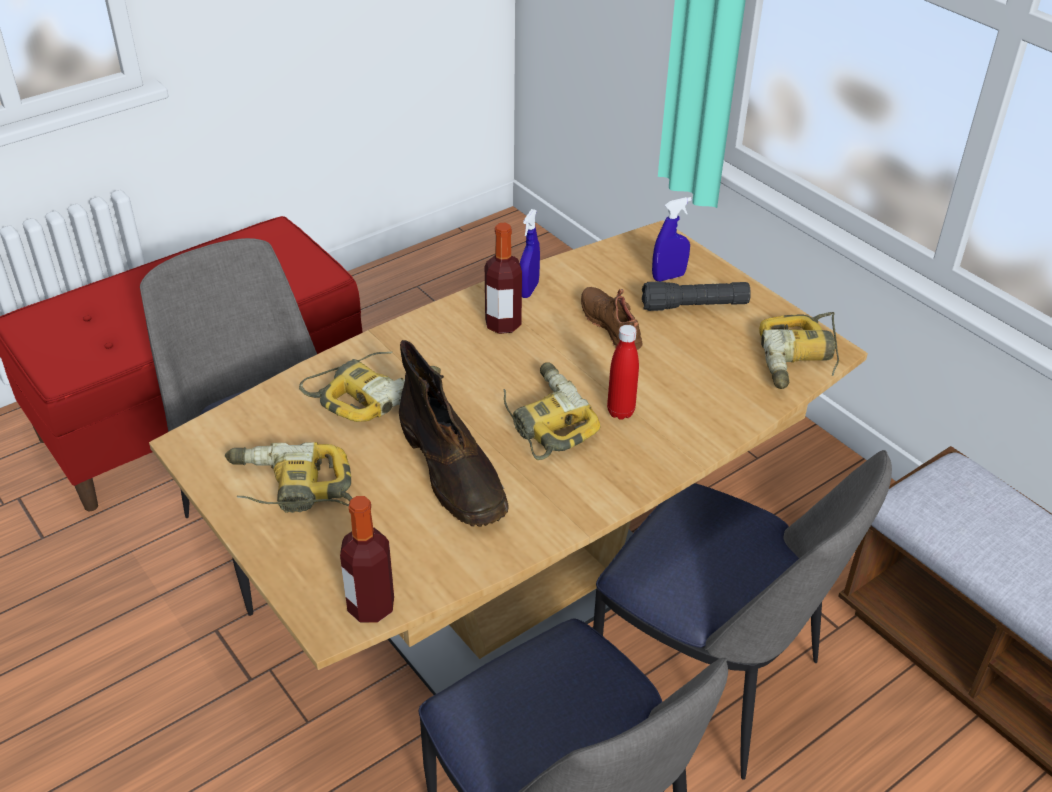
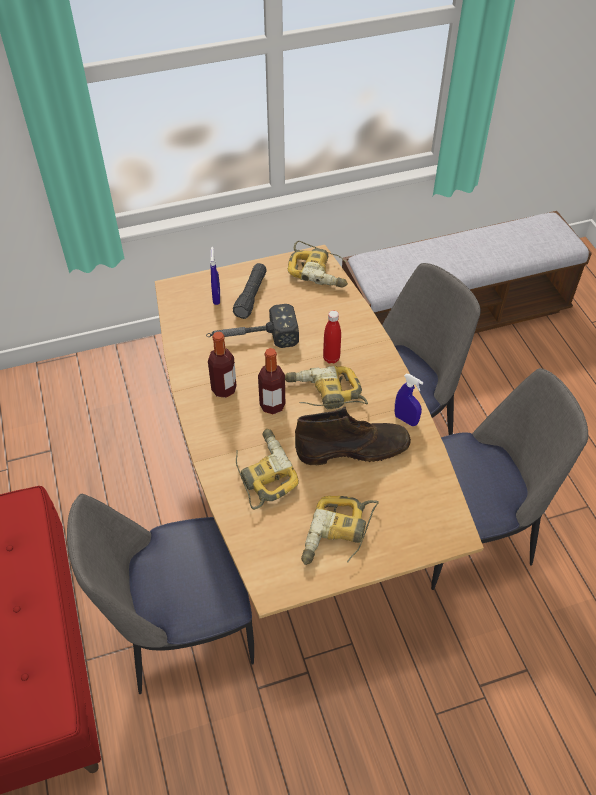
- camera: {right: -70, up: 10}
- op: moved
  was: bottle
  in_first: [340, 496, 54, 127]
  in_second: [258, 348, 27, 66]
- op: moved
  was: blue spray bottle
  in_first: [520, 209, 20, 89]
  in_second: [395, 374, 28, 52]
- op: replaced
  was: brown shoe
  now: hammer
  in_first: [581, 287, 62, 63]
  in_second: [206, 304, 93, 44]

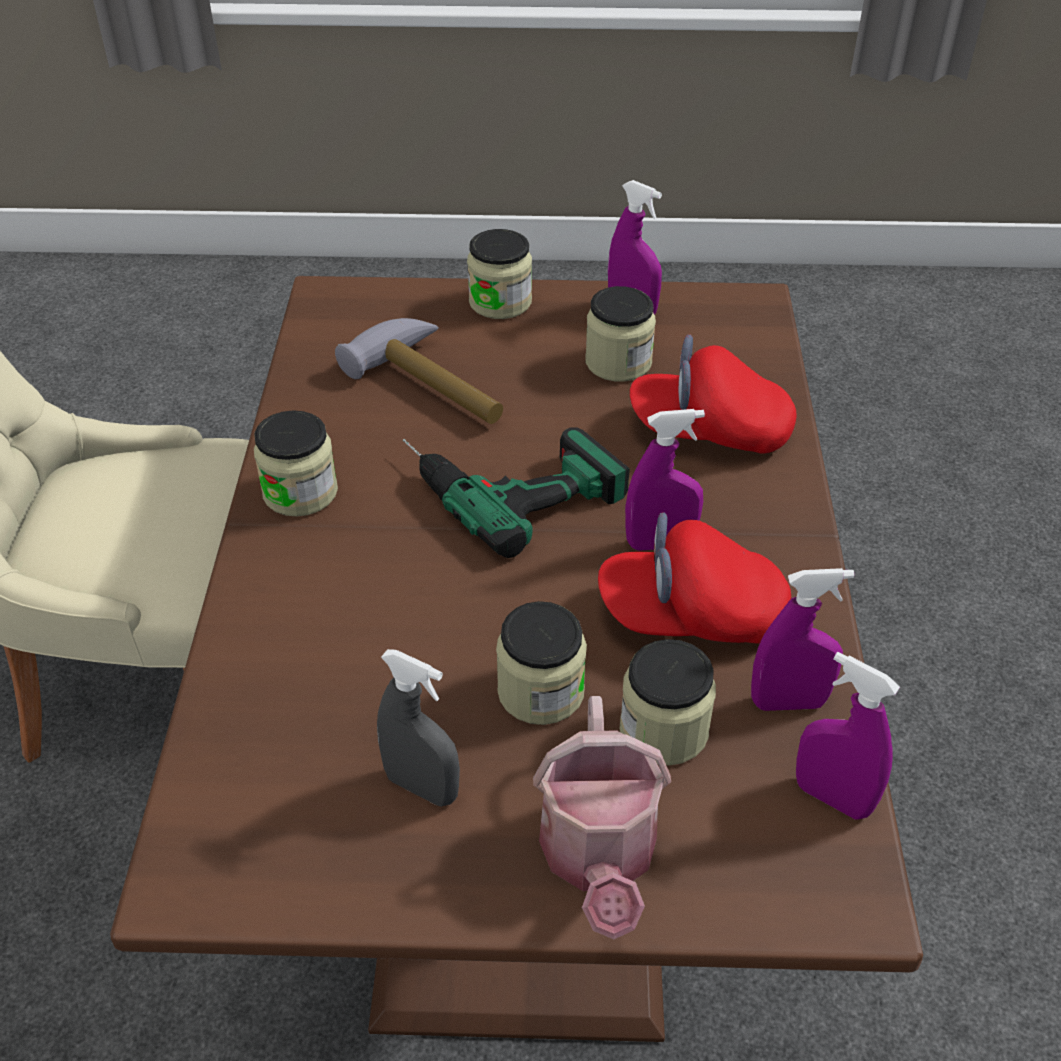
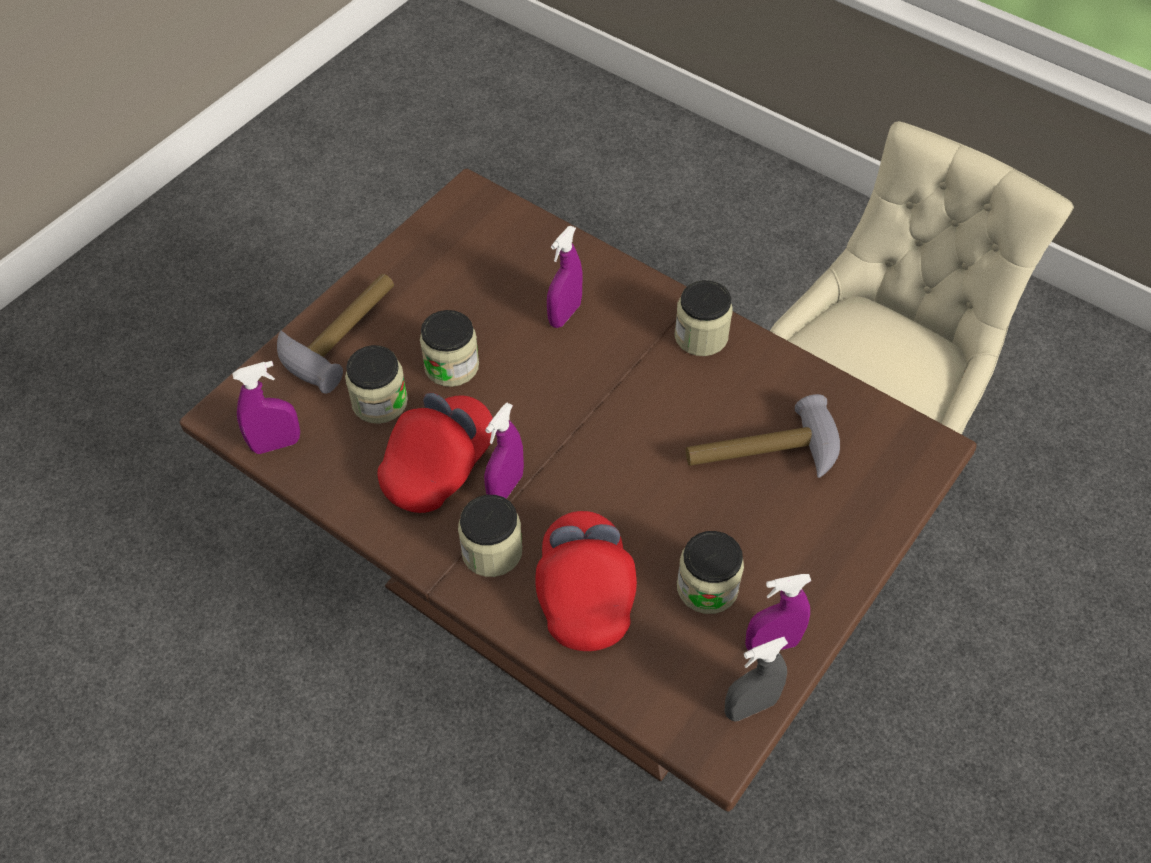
- camera: {right: 125, up: 10}
- op: removed
  was: power drill
  in_first: [403, 427, 227, 131]
- op: moved
  was: grey spray bottle
  in_first: [377, 649, 83, 158]
  in_second: [725, 637, 63, 85]
- op: moved
  was: jar
  in_first: [467, 229, 65, 90]
  in_second: [458, 495, 64, 82]
- op: moved
  was: purple spray bottle
  in_first: [751, 568, 103, 143]
  in_second: [547, 226, 36, 102]
- op: replaced
  was: watering can
  now: hammer
  in_first: [533, 696, 138, 243]
  in_second: [277, 274, 117, 120]
- op: turned
  was: red cap
  in_first: [630, 334, 167, 120]
  in_second: [536, 511, 101, 140]
  clockwise: -45

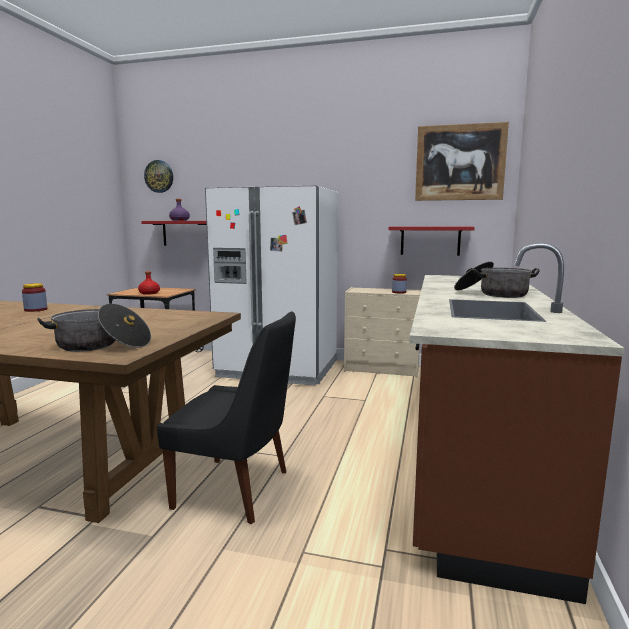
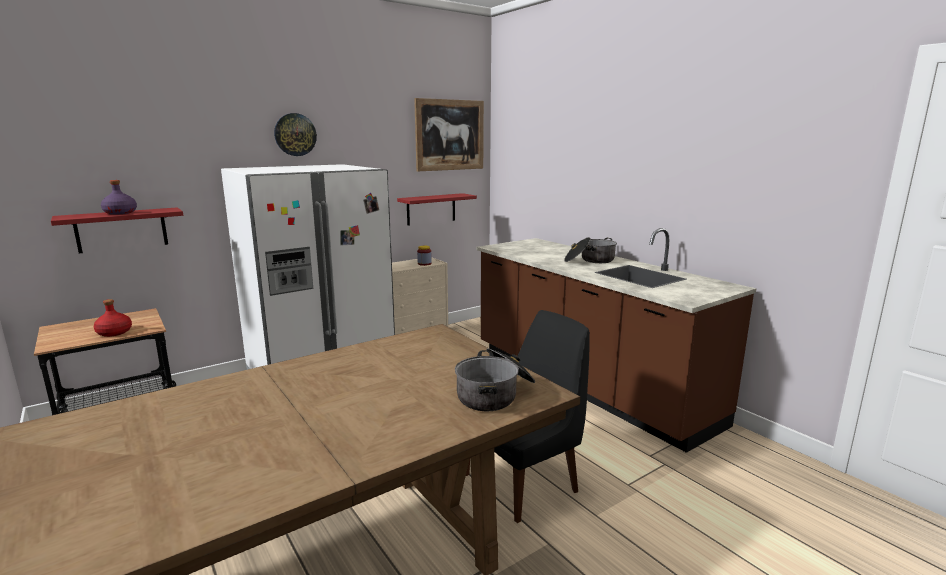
- camera: {right: -50, up: 5}
- op: removed
  was: jar
  in_first: [22, 283, 25, 29]
- op: moved
  was: wall clock
  in_first: [144, 160, 29, 33]
  in_second: [274, 113, 43, 43]

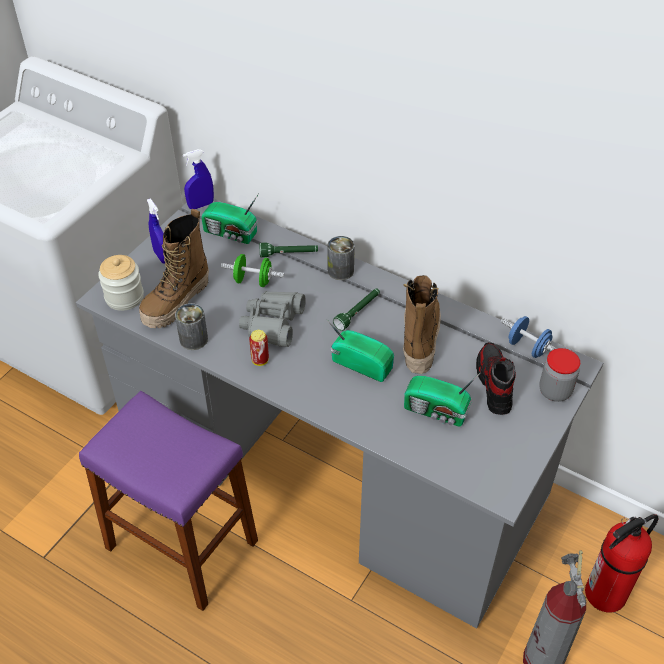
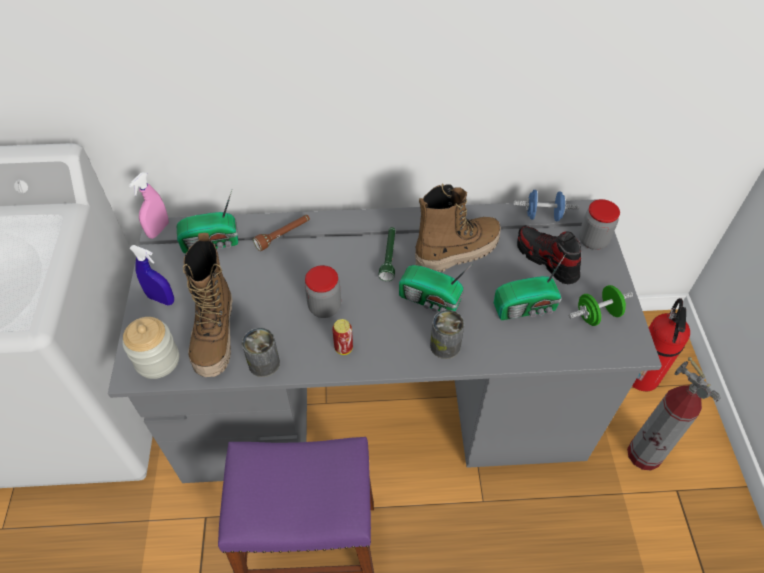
- camera: {right: -35, up: 5}
- op: moved
  was: green dumbbell
  in_first: [221, 254, 63, 33]
  in_second: [569, 285, 64, 41]
- op: moved
  was: can
  in_first: [327, 236, 28, 44]
  in_second: [430, 310, 34, 49]
- op: replaced
  was: grey binoculars
  now: jar
  in_first: [239, 291, 67, 56]
  in_second: [305, 265, 36, 53]
- op: recoloured
  was: blue spray bottle
  now: pink spray bottle
  in_first: [183, 149, 31, 60]
  in_second: [129, 172, 40, 67]
- op: recoloured
  was: green flashlight
  now: brown flashlight
  in_first: [260, 243, 58, 14]
  in_second: [253, 215, 57, 36]
- op: turned
  was: radio
  in_first: [327, 320, 67, 62]
  in_second: [399, 264, 73, 48]
  clockwise: -150
- op: turned
  was: boot
  in_first: [403, 275, 38, 99]
  in_second: [415, 184, 86, 88]
  clockwise: 90

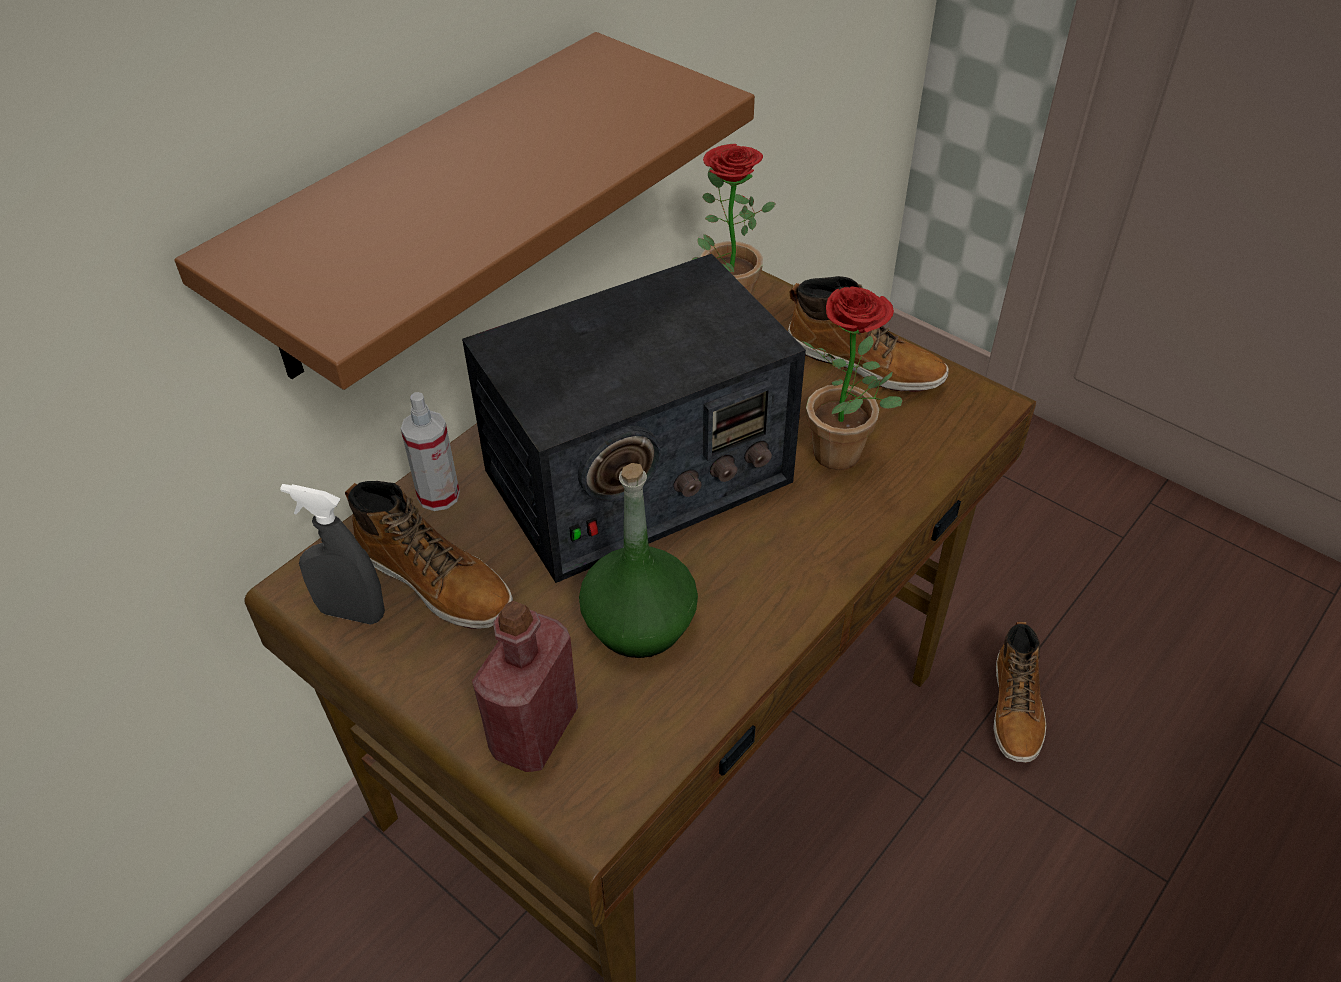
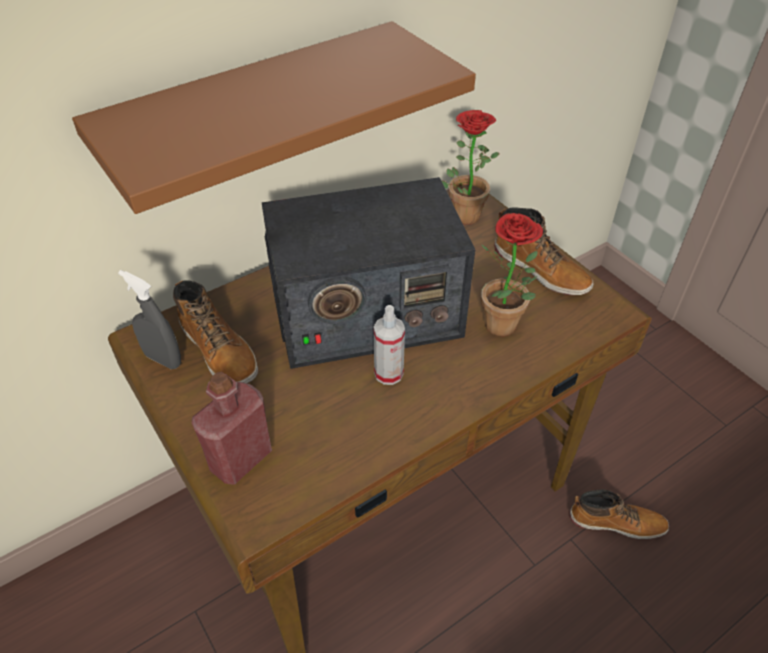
- camera: {right: 15, up: 0}
- op: removed
  was: green bottle
  in_first: [579, 463, 119, 195]
- op: moved
  was: spray bottle
  in_first: [401, 392, 59, 119]
  in_second: [374, 305, 31, 80]
- op: turned
  was: boot
  in_first: [994, 622, 52, 141]
  in_second: [569, 489, 100, 50]
  clockwise: -105

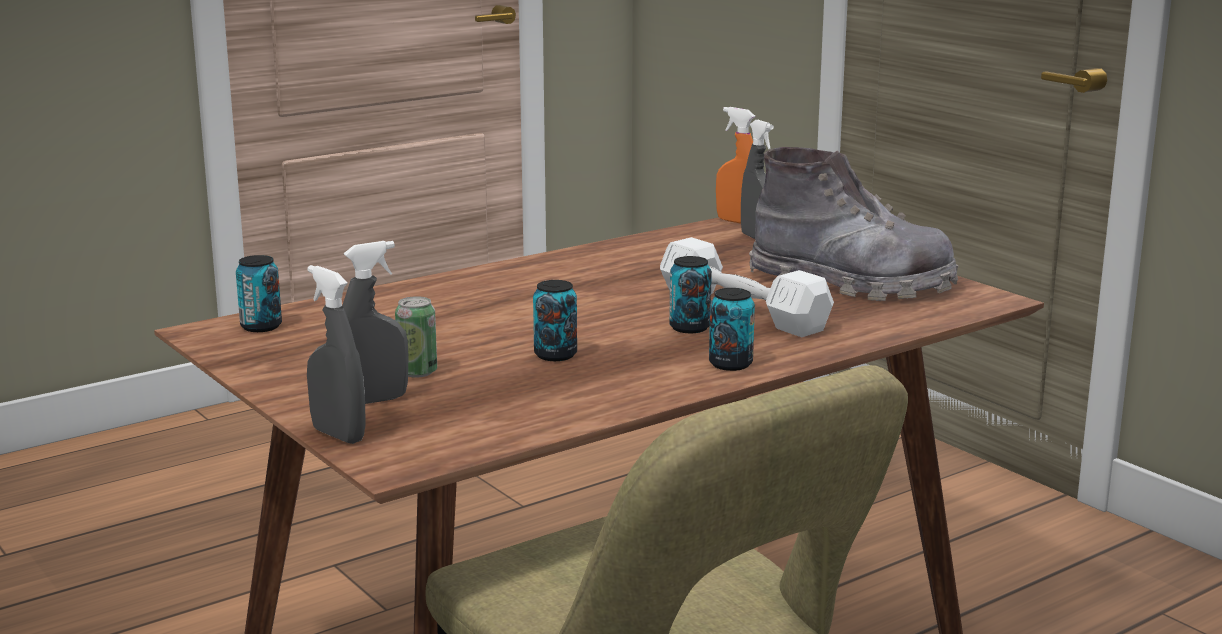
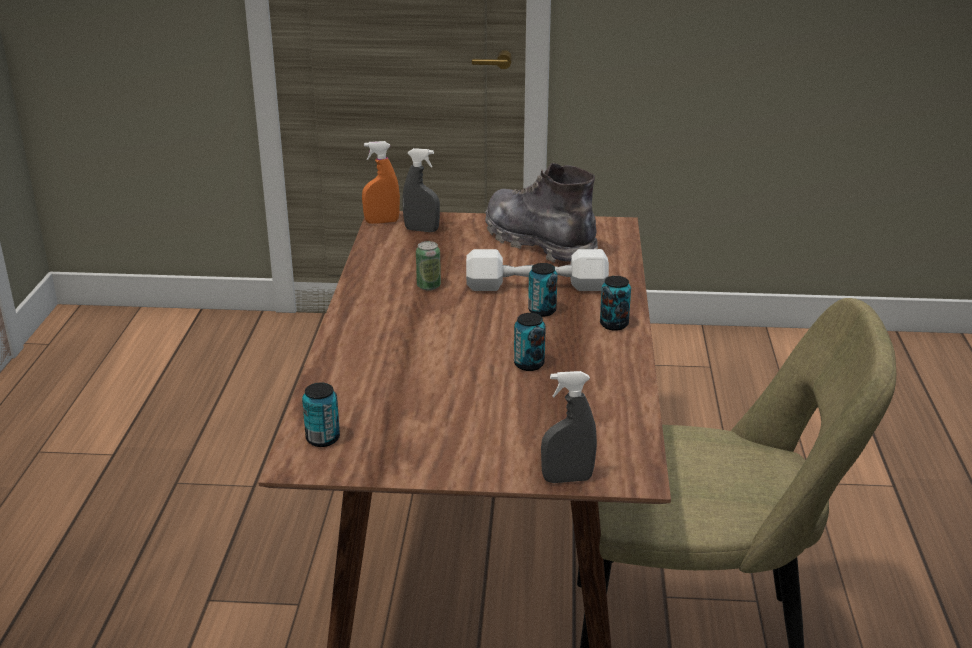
- camera: {right: -50, up: 10}
- op: removed
  was: grey spray bottle
  in_first: [342, 241, 66, 163]
- op: moved
  was: can
  in_first: [395, 296, 42, 82]
  in_second: [416, 241, 25, 50]
- op: turned
  was: grey boot
  in_first: [749, 147, 210, 154]
  in_second: [485, 163, 113, 99]
  clockwise: -105

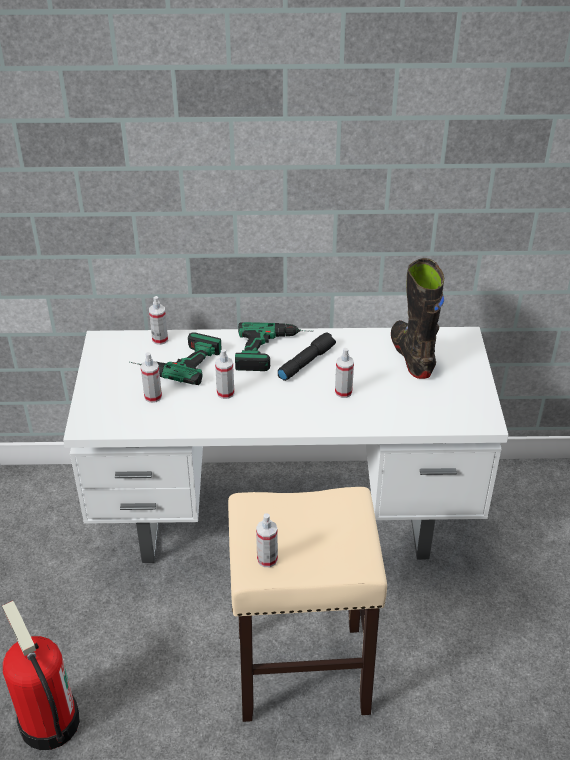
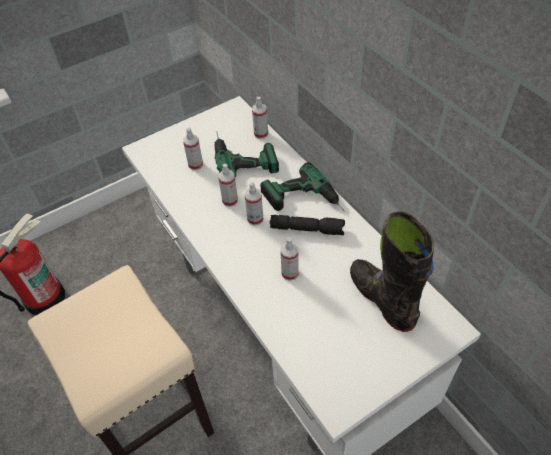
- camera: {right: 60, up: 10}
- op: moved
  was: spray bottle
  in_first: [256, 513, 22, 54]
  in_second: [245, 182, 18, 44]
- op: turned
  was: black boot
  in_first: [391, 258, 53, 121]
  in_second: [350, 211, 84, 121]
  clockwise: -75

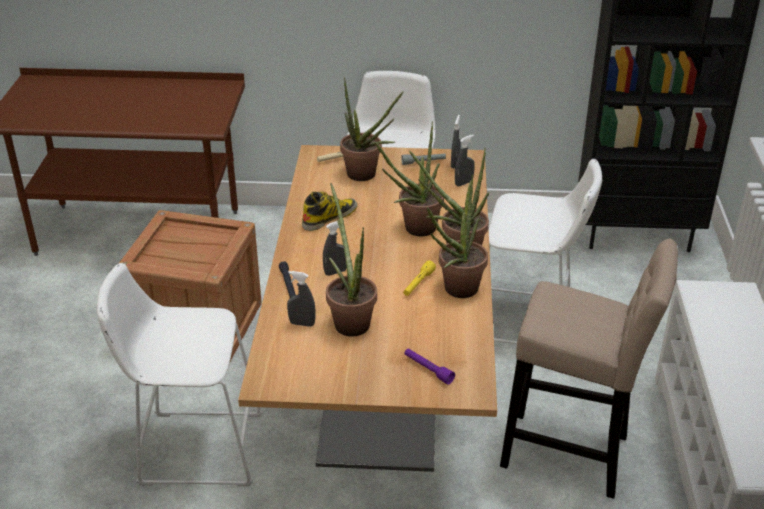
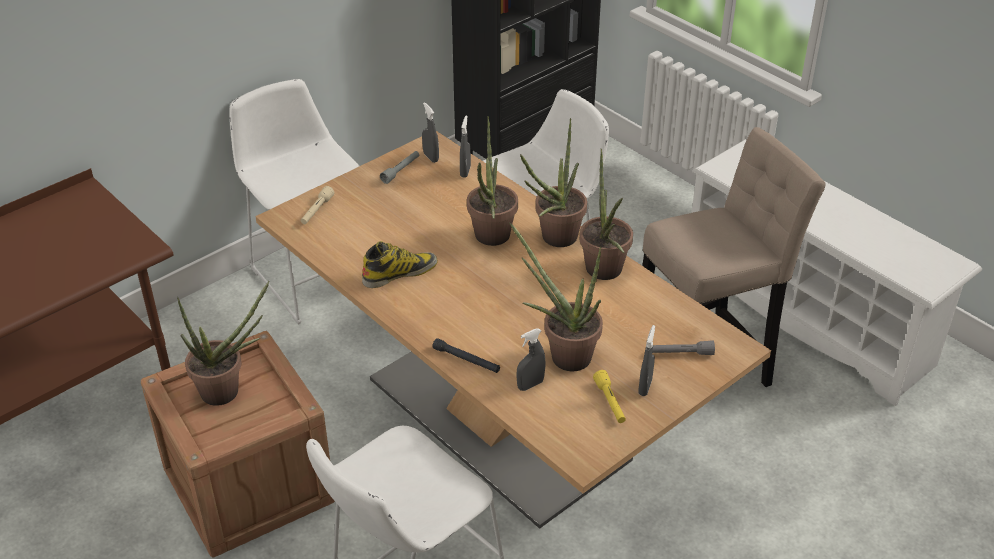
- camera: {right: -45, up: 5}
- op: moved
  was: grey spray bottle
  in_first: [323, 221, 24, 55]
  in_second: [638, 325, 17, 71]
- op: moved
  was: potted plant
  in_first: [340, 77, 64, 104]
  in_second: [177, 281, 93, 125]
- op: moved
  was: yellow flashlight
  in_first: [403, 260, 33, 36]
  in_second: [593, 370, 33, 53]
- op: recoloured
  was: purple flashlight
  now: grey flashlight
  in_first: [405, 348, 50, 37]
  in_second: [652, 340, 63, 15]
- op: turned
  was: boot
  in_first: [302, 191, 55, 40]
  in_second: [362, 241, 76, 47]
  clockwise: 60

